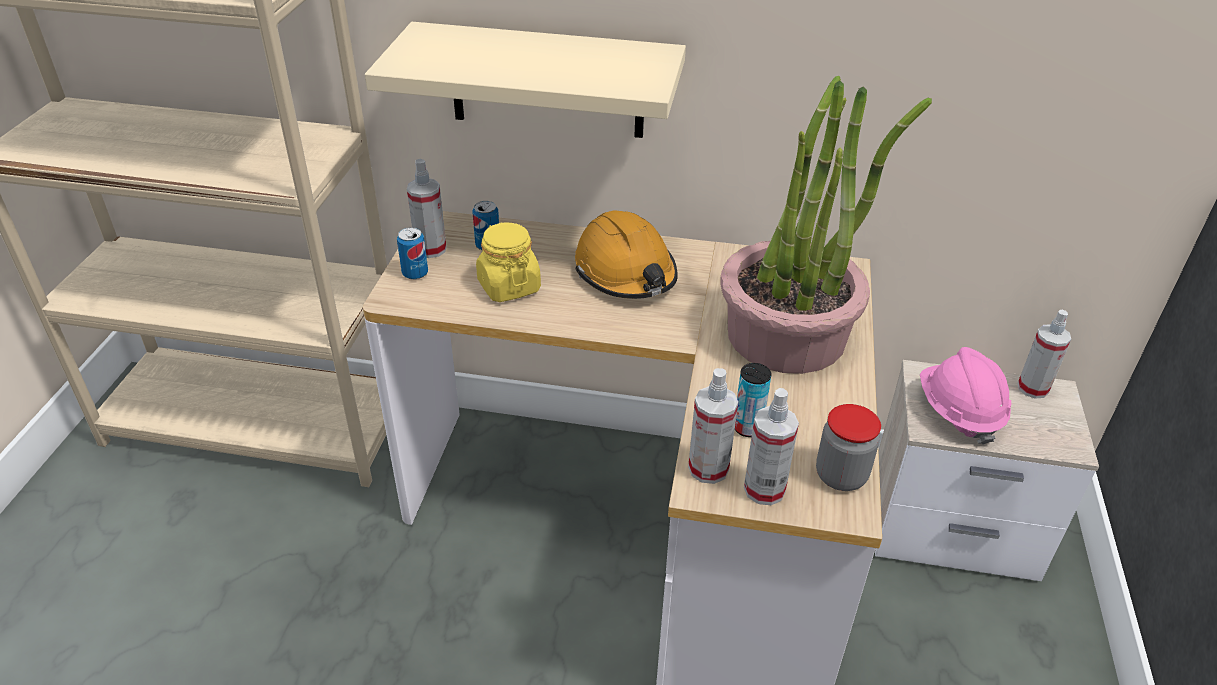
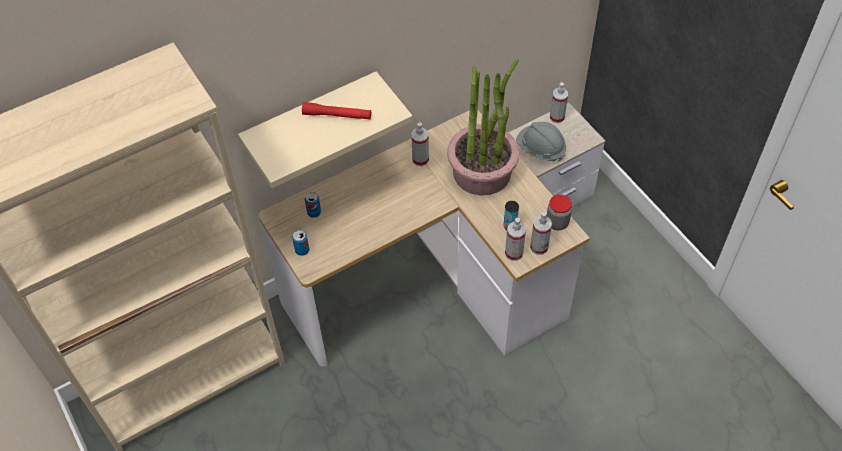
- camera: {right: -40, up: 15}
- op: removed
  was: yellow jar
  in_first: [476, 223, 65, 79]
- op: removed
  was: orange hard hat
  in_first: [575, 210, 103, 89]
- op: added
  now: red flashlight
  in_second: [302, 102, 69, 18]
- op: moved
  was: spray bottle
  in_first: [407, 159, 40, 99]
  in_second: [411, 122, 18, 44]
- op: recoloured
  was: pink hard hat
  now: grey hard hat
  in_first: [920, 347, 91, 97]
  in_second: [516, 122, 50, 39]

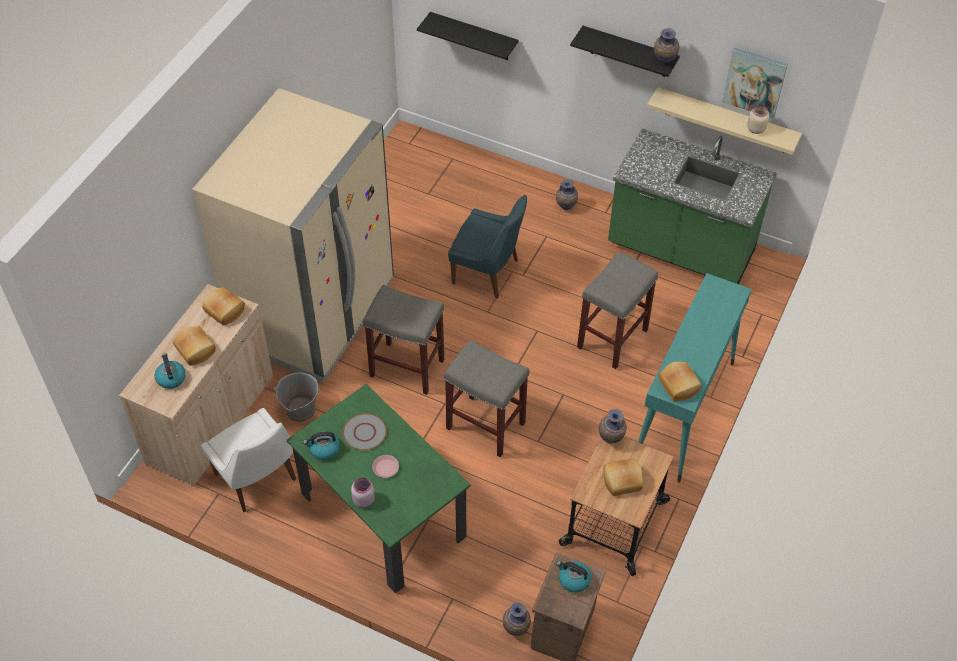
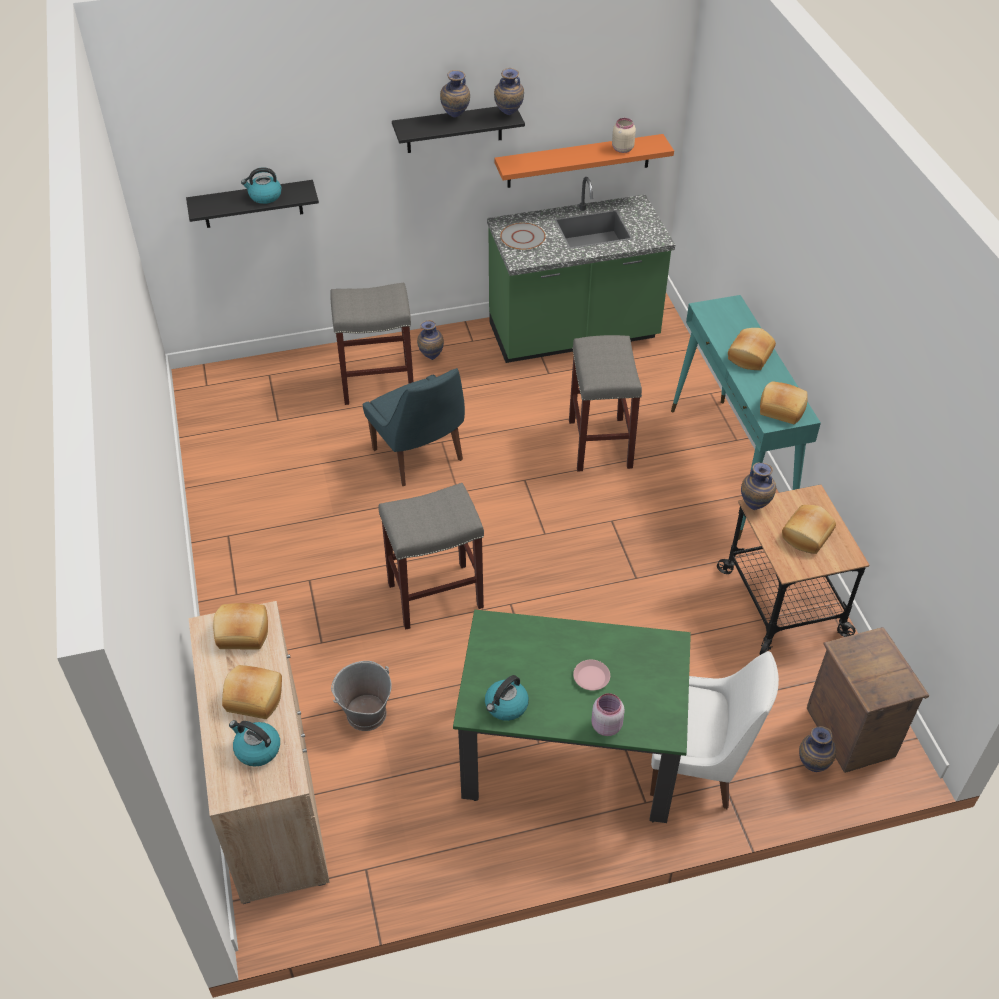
- camera: {right: -40, up: -5}
- op: removed
  was: beige fridge
  in_first: [192, 88, 202, 294]
- op: removed
  was: picture
  in_first: [722, 48, 66, 71]
- op: added
  now: vase
  in_second: [440, 70, 30, 48]
- op: added
  now: bread
  in_second: [728, 328, 48, 42]
- op: moved
  was: white chair
  in_first: [201, 408, 95, 104]
  in_second: [650, 651, 129, 158]
- op: moved
  was: grey plate
  in_first: [343, 413, 44, 37]
  in_second: [500, 223, 46, 27]
- op: moved
  was: grey stool
  in_first: [444, 340, 85, 117]
  in_second: [330, 283, 83, 122]
- op: moved
  was: kettle
  in_first: [556, 561, 35, 32]
  in_second: [241, 167, 41, 37]
- op: recoloured
  was: beige shelf
  now: orange shelf
  in_first: [647, 87, 155, 68]
  in_second: [494, 134, 180, 54]
- op: turned
  was: blue chair
  in_first: [448, 195, 79, 103]
  in_second: [362, 368, 103, 118]
  clockwise: 75

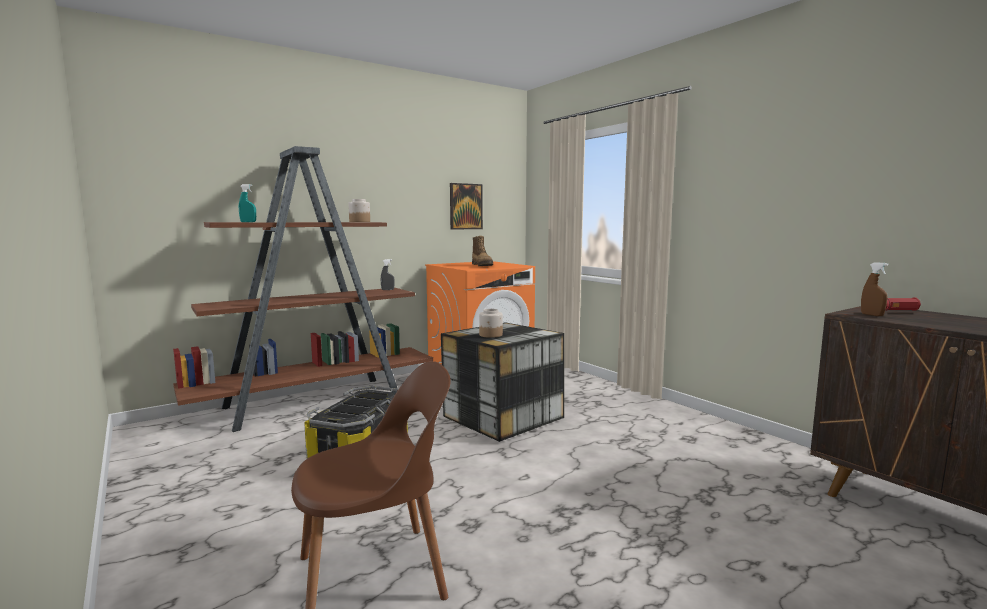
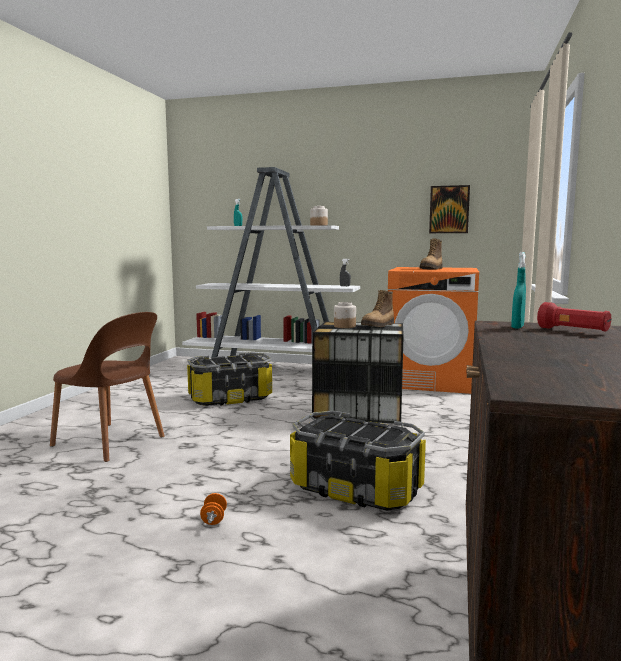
- camera: {right: 50, up: 0}
- op: added
  now: orange dumbbell
  in_second: [200, 493, 27, 32]
- op: added
  now: storage box
  in_second: [290, 411, 136, 100]
- op: added
  now: boot
  in_second: [361, 290, 33, 37]
- op: recoloured
  was: brown bookcase
  now: white bookcase
  in_first: [173, 146, 260, 286]
  in_second: [182, 167, 178, 191]
- op: recoloured
  was: brown spray bottle
  now: turquoise spray bottle
  in_first: [861, 262, 27, 54]
  in_second: [511, 252, 15, 77]

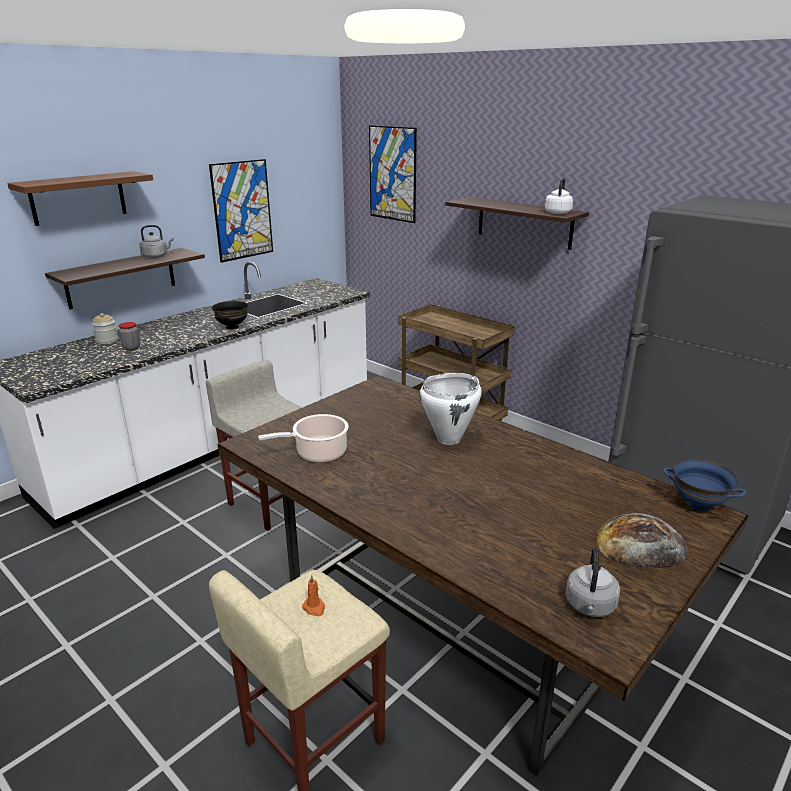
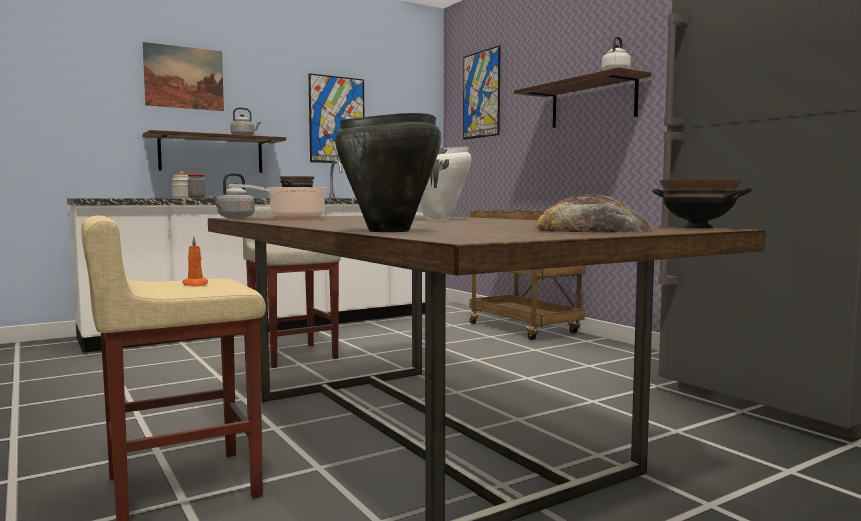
- camera: {right: 15, up: -20}
- op: added
  now: black cooking pot
  in_second: [335, 113, 106, 119]
- op: moved
  was: grey kettle
  in_first: [566, 547, 54, 70]
  in_second: [210, 173, 45, 45]
- op: replaced
  was: brown shelf
  now: picture
  in_first: [7, 171, 146, 55]
  in_second: [143, 42, 81, 69]
- op: recoloured
  was: blue bowl
  now: black bowl
  in_first: [663, 459, 83, 52]
  in_second: [652, 179, 100, 49]

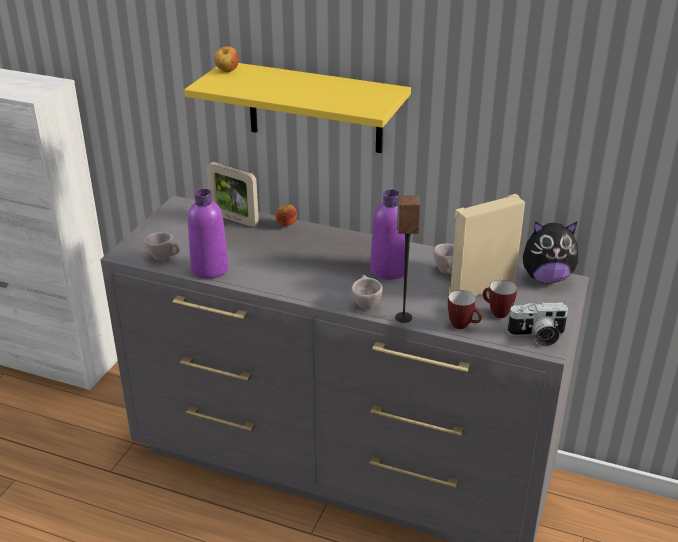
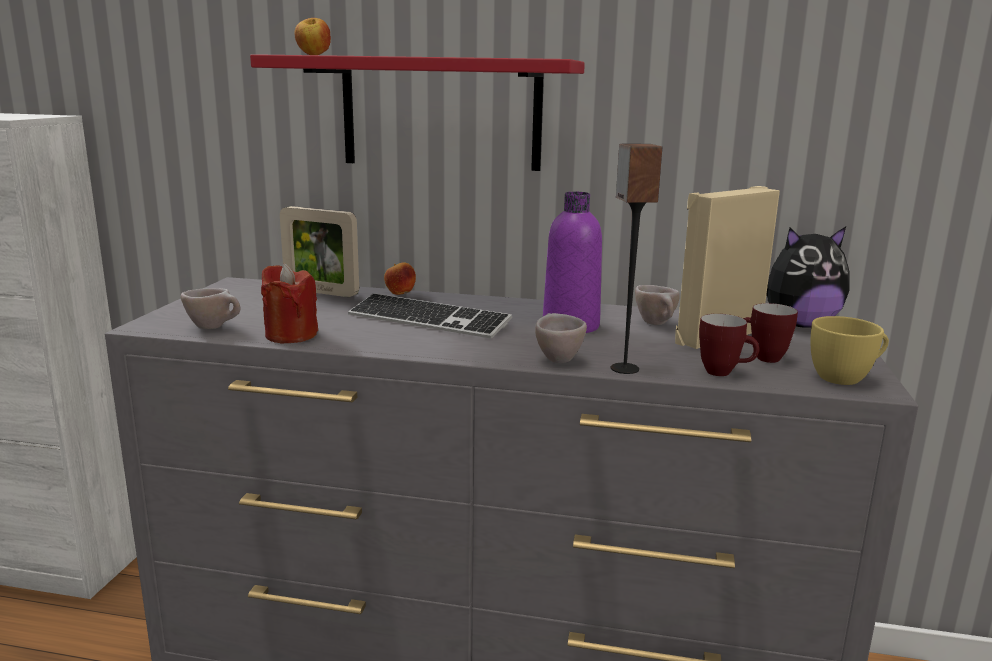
- camera: {right: -10, up: -15}
- op: added
  now: keyboard
  in_second: [348, 293, 164, 46]
- op: replaced
  was: purple bottle
  now: red candle
  in_first: [188, 189, 41, 90]
  in_second: [261, 263, 57, 80]
- op: replaced
  was: photo camera
  now: yellow cup
  in_first: [507, 302, 62, 44]
  in_second: [811, 316, 78, 69]
- op: recoloured
  was: yellow shelf
  now: red shelf
  in_first: [184, 63, 227, 90]
  in_second: [250, 54, 335, 117]

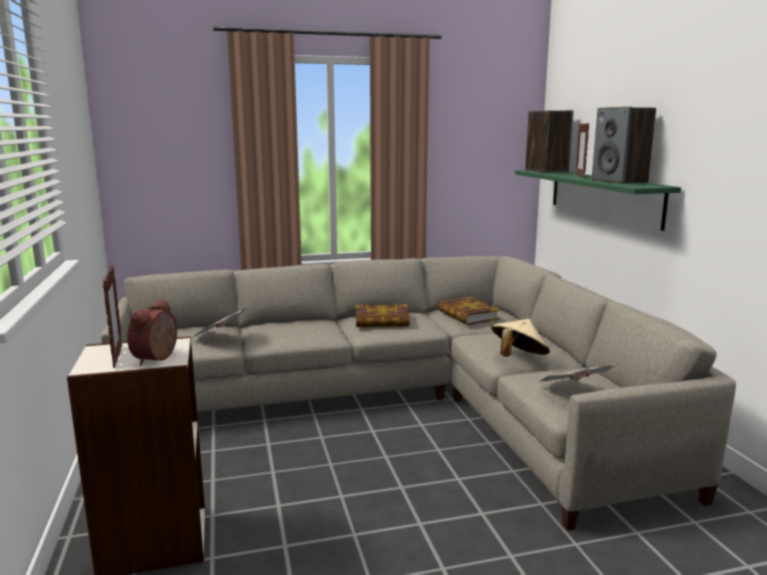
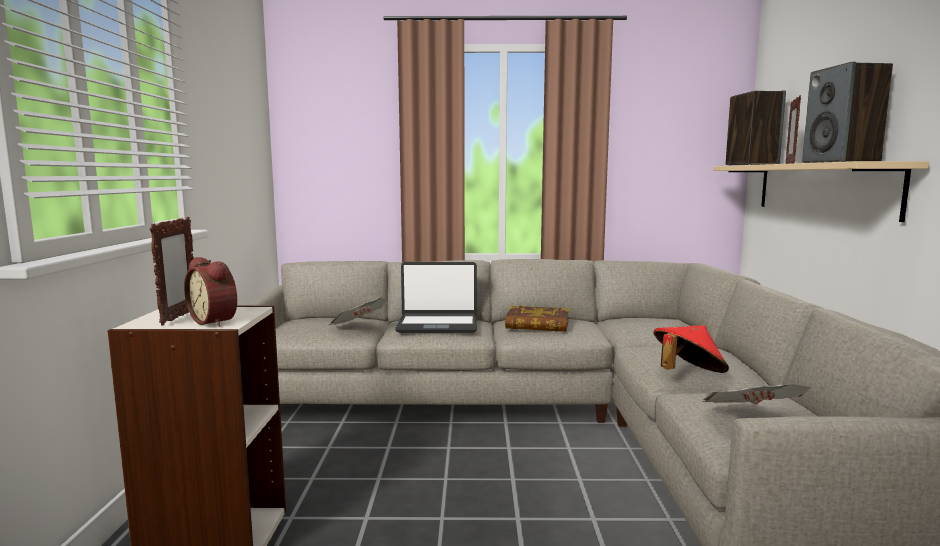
- camera: {right: 15, up: -5}
- op: removed
  was: book
  in_first: [438, 297, 62, 28]
- op: added
  now: laptop
  in_second: [395, 262, 82, 71]
- op: recoloured
  was: beige hat
  now: red hat
  in_first: [491, 319, 59, 38]
  in_second: [653, 325, 76, 48]
- op: recoloured
  was: green shelf
  now: beige shelf
  in_first: [515, 170, 166, 61]
  in_second: [713, 161, 216, 61]
- op: turned
  was: alarm clock
  in_first: [127, 299, 50, 66]
  in_second: [184, 257, 53, 70]
  clockwise: -75

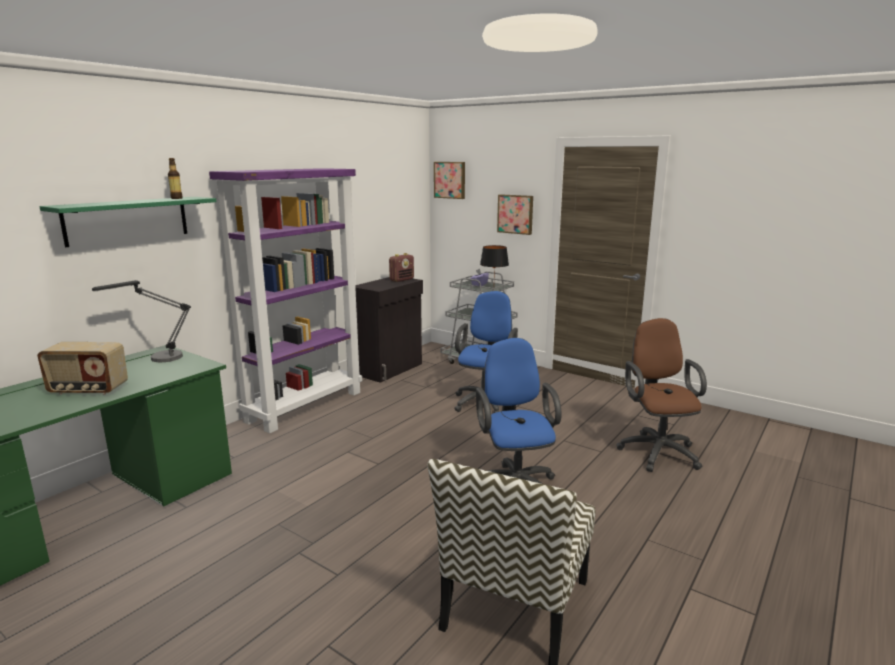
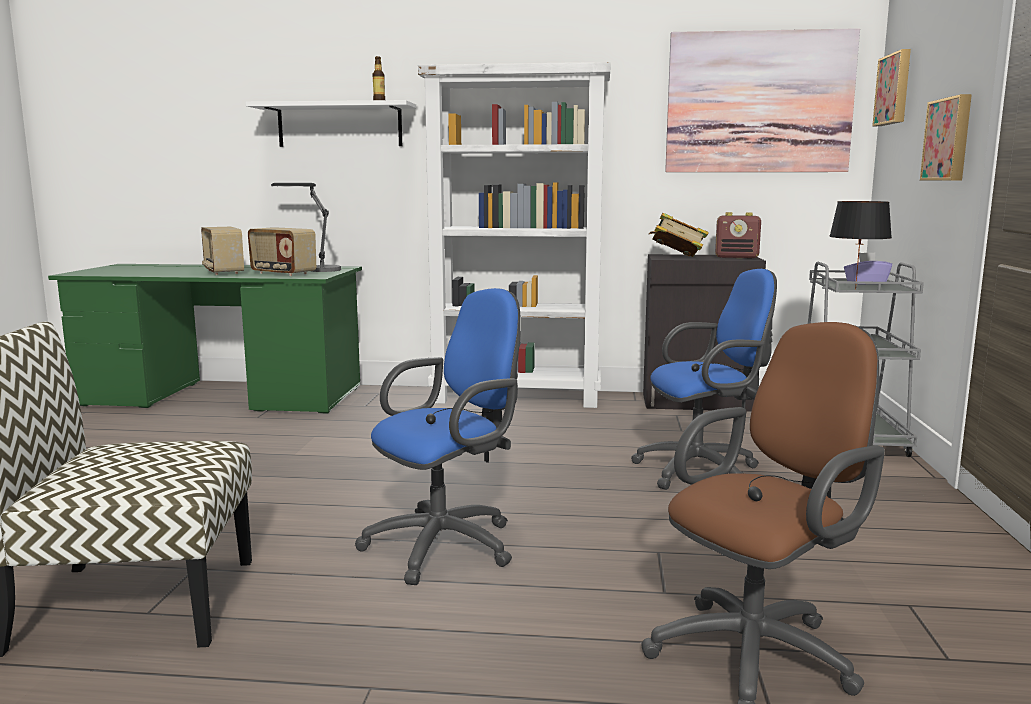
- camera: {right: 60, up: -5}
- op: added
  now: radio
  in_second: [248, 227, 68, 49]
- op: added
  now: book
  in_second: [649, 213, 60, 44]
- op: added
  now: picture
  in_second: [665, 28, 195, 144]
- op: recoloured
  was: green shelf
  now: white shelf
  in_first: [39, 197, 177, 50]
  in_second: [246, 100, 170, 47]
- op: recoloured
  was: purple bookcase
  now: white bookcase
  in_first: [209, 168, 153, 265]
  in_second: [418, 62, 193, 346]

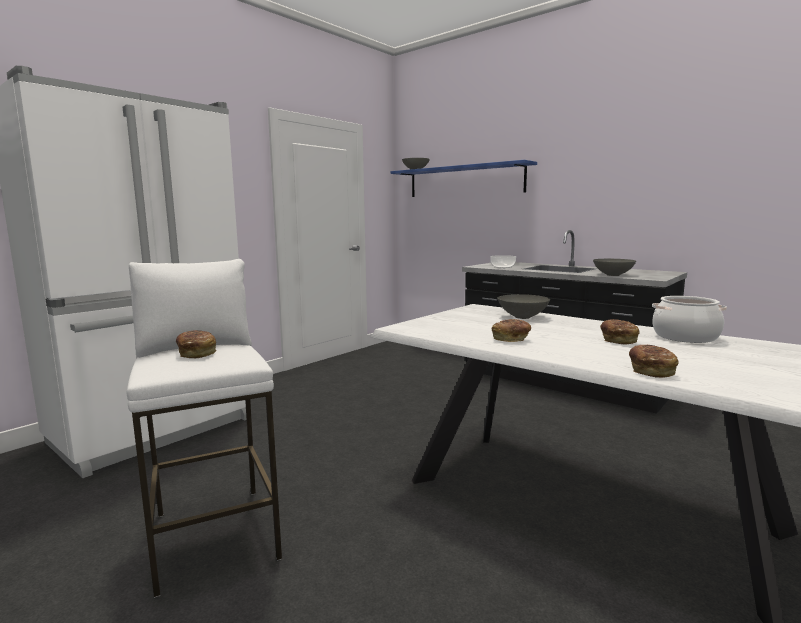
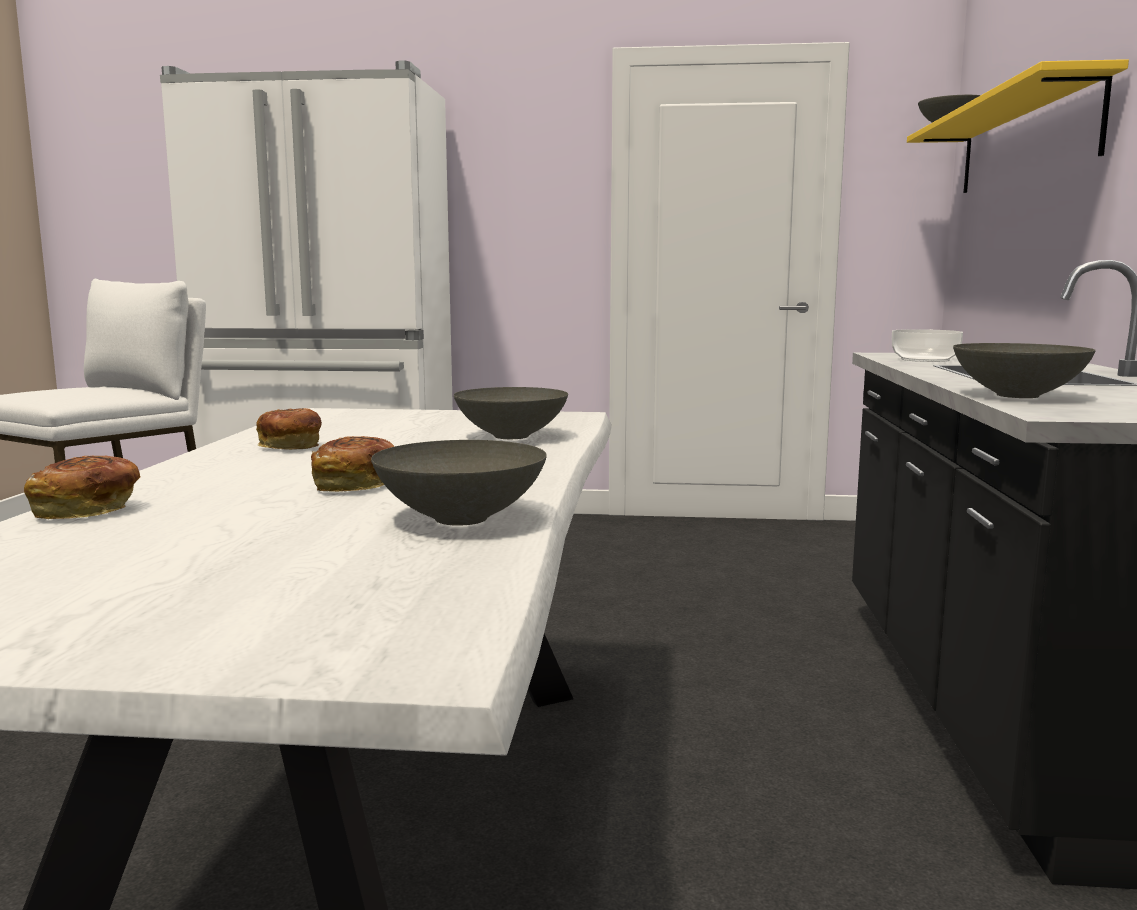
- camera: {right: 55, up: 0}
- op: removed
  was: bread
  in_first: [176, 330, 41, 28]
- op: replaced
  was: cooking pot
  now: grey bowl
  in_first: [652, 296, 75, 47]
  in_second: [371, 440, 176, 86]
- op: recoloured
  was: blue shelf
  now: yellow shelf
  in_first: [391, 160, 146, 37]
  in_second: [907, 59, 222, 134]

